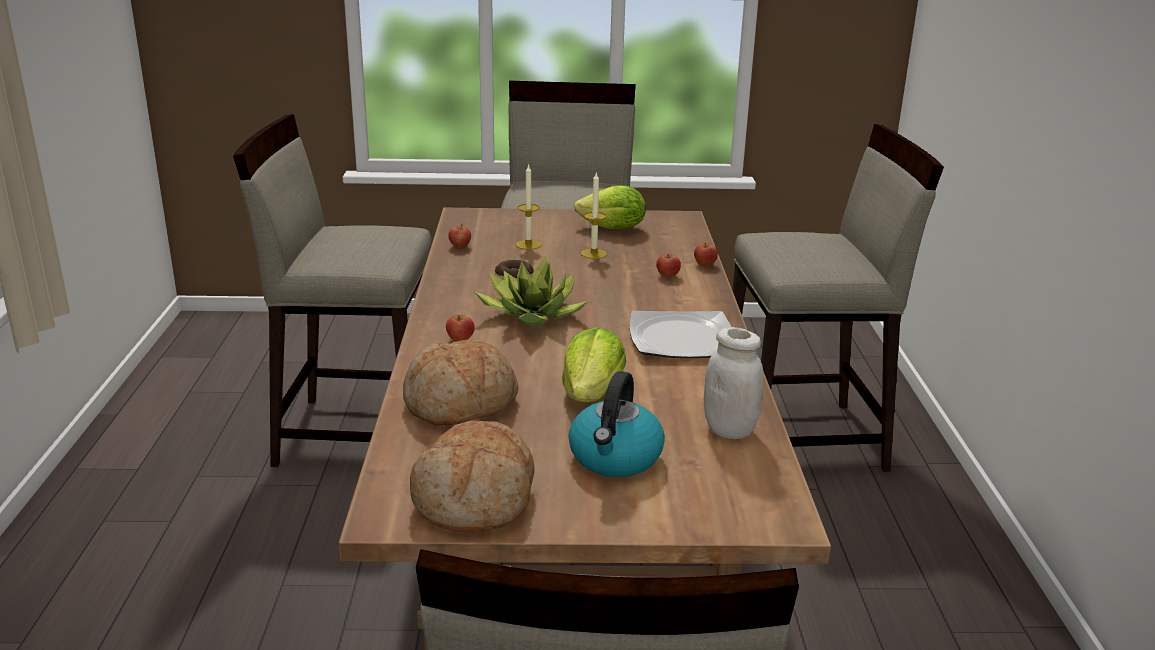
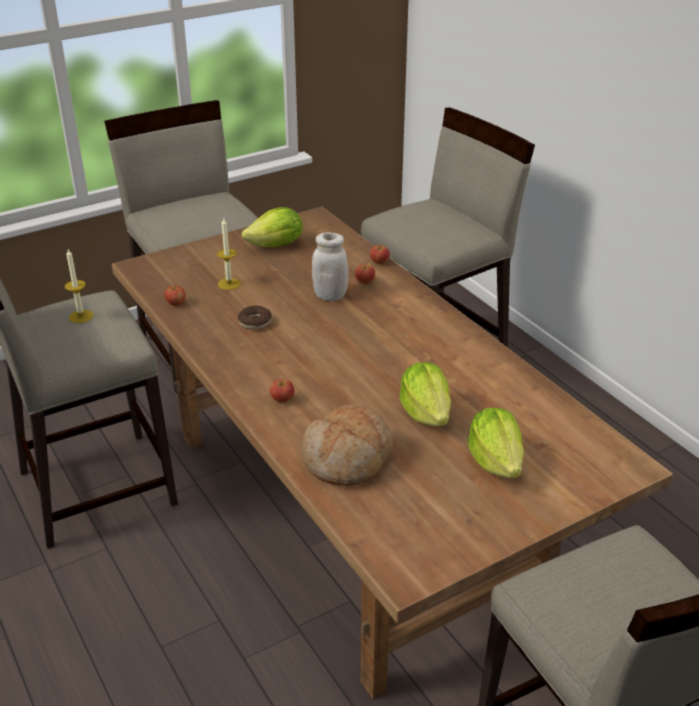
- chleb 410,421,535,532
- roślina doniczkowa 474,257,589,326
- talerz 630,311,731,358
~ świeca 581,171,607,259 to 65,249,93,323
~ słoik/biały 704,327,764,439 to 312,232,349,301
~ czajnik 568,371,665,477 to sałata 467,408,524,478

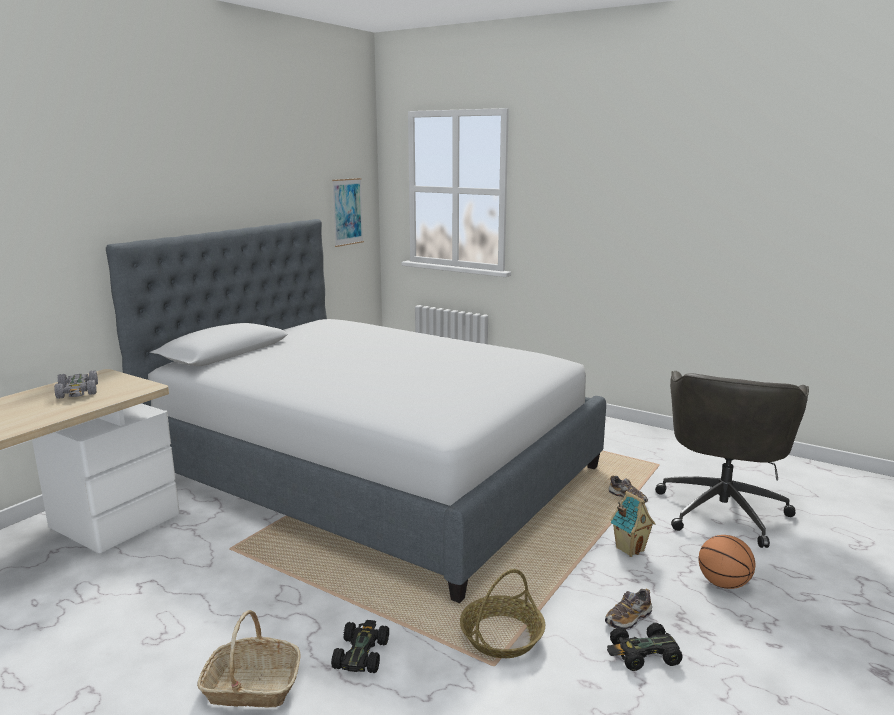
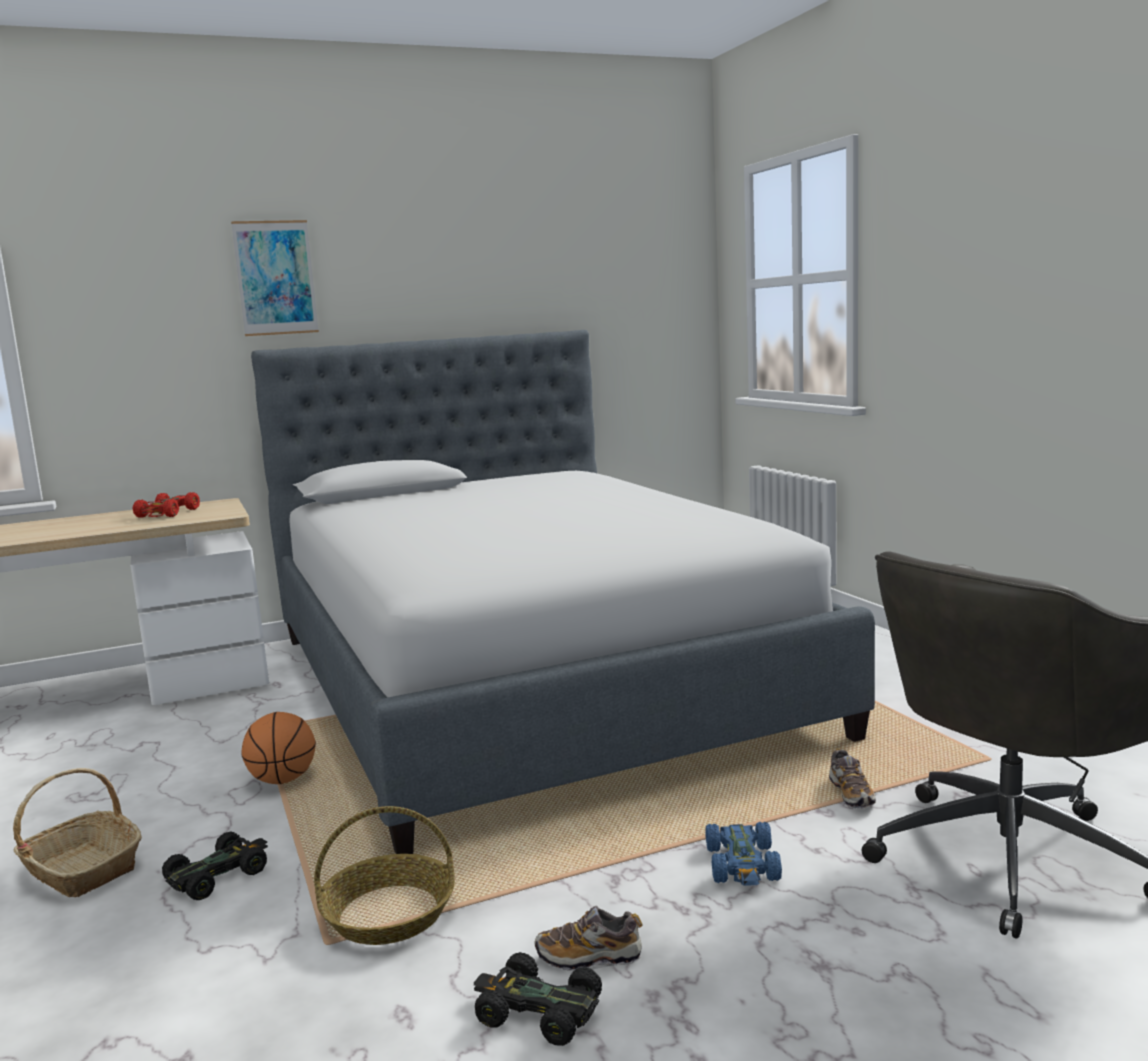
~ obraz 332,178,364,247 to 231,220,319,336
~ piłka do koszykówki 699,535,755,589 to 241,712,316,784
~ domek 610,491,656,557 to samochodzik/niebieski 706,822,782,886
~ samochodzik/szary 54,370,98,399 to samochodzik/czerwony 132,492,200,518

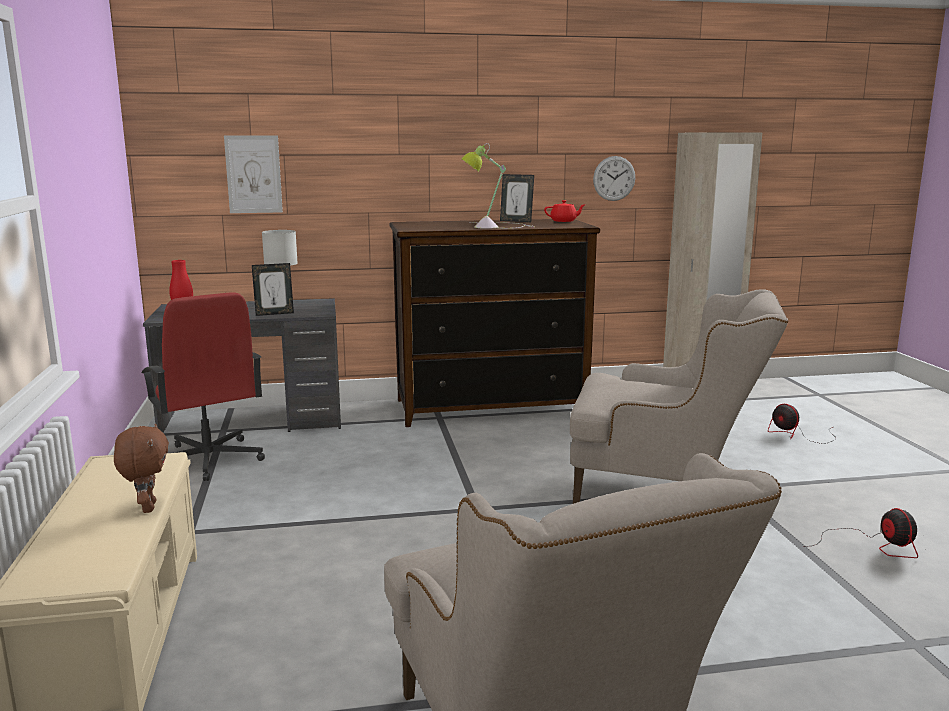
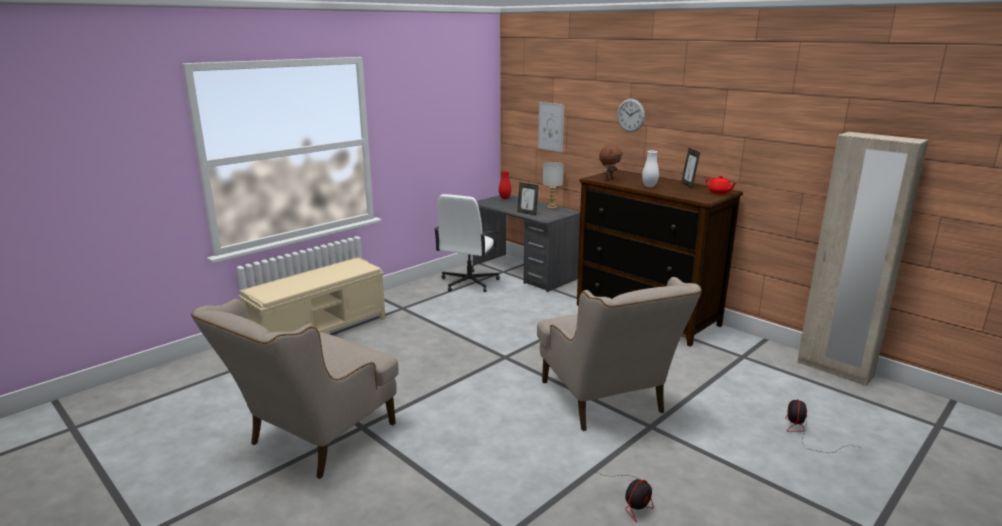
~ pluszak/brązowy 114,424,169,513 to 599,145,622,180
~ zegar ścienny 593,156,635,201 to 617,99,645,132
~ lampa stołowa 462,143,534,229 to wazon/biały 642,151,659,187
~ krzesło biurowe/czerwony 142,292,265,481 to krzesło biurowe/biały 434,194,500,292

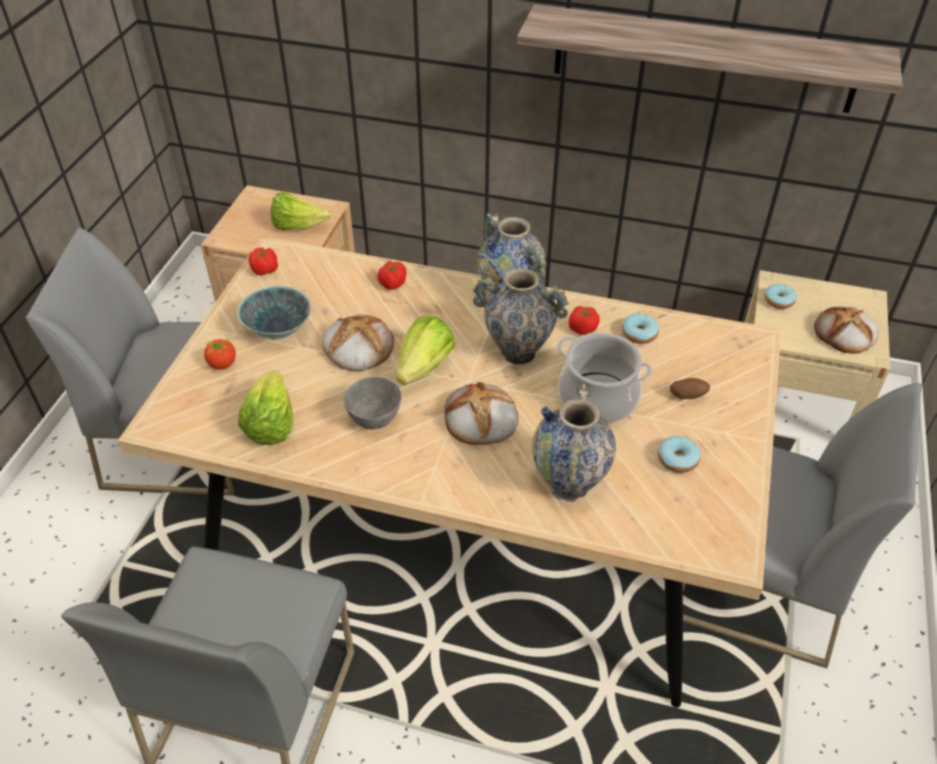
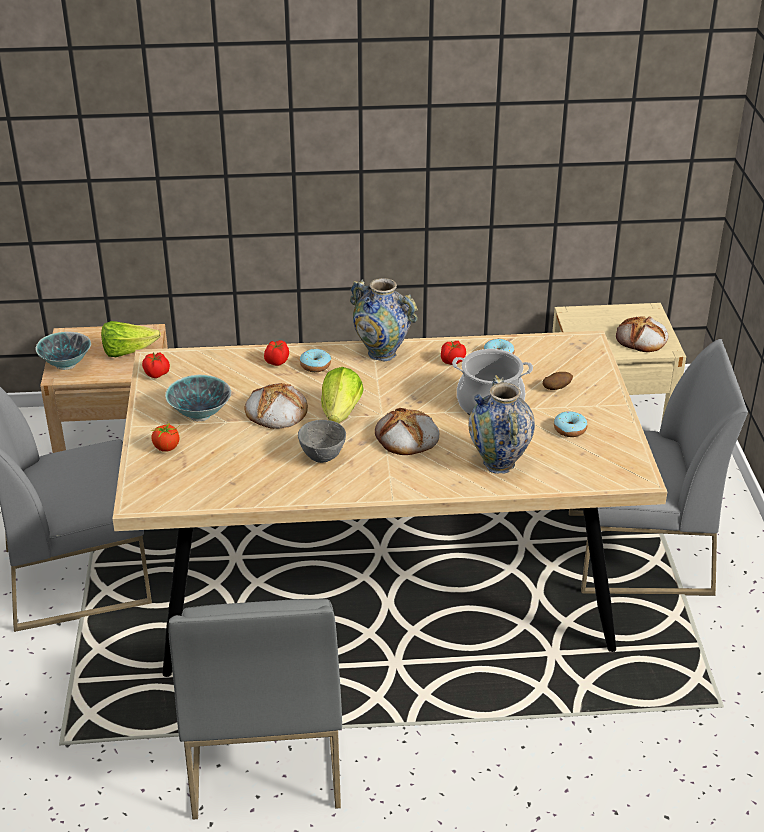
- sałata 238,370,293,445
- wazon 473,266,569,364
- półka 517,4,902,113
+ miska 36,332,91,370
~ donut 764,284,797,309 to 300,349,331,372

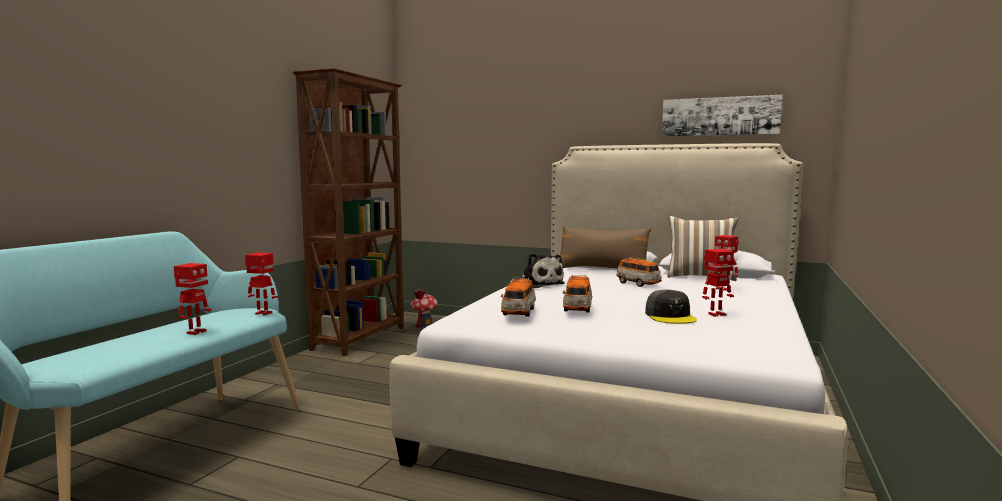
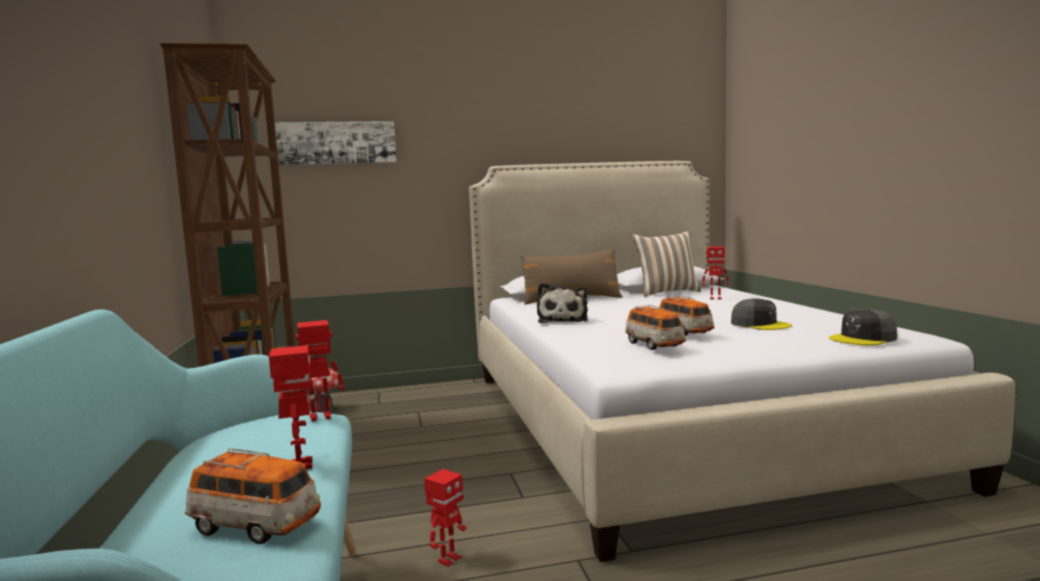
+ czapka z daszkiem/szary 829,309,897,345
~ samochodzik 616,257,662,287 to 185,448,321,544
~ obraz 662,95,782,137 to 266,121,397,165
~ robot zabawkowy 702,249,734,317 to 424,469,467,567
~ pluszak 521,253,565,288 = 537,283,588,323 75 degrees clockwise

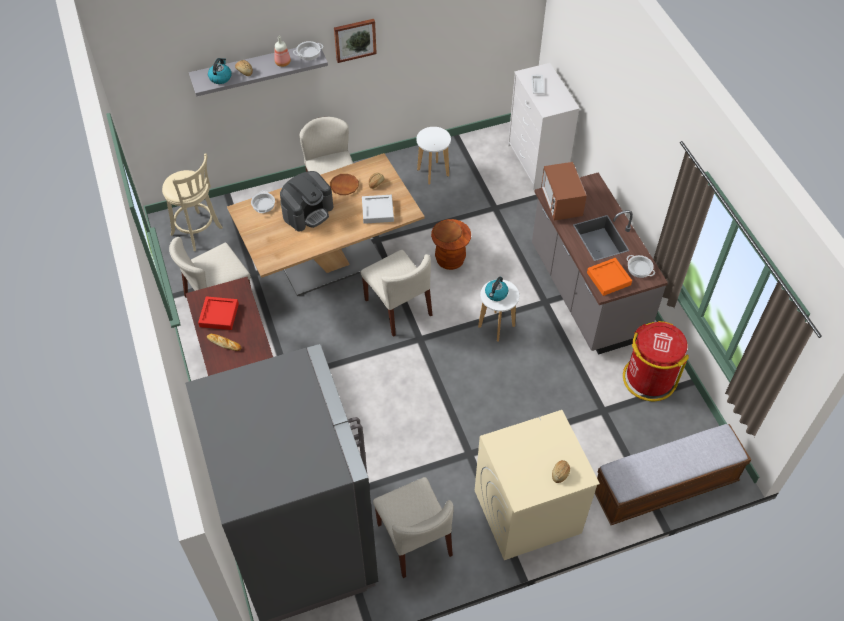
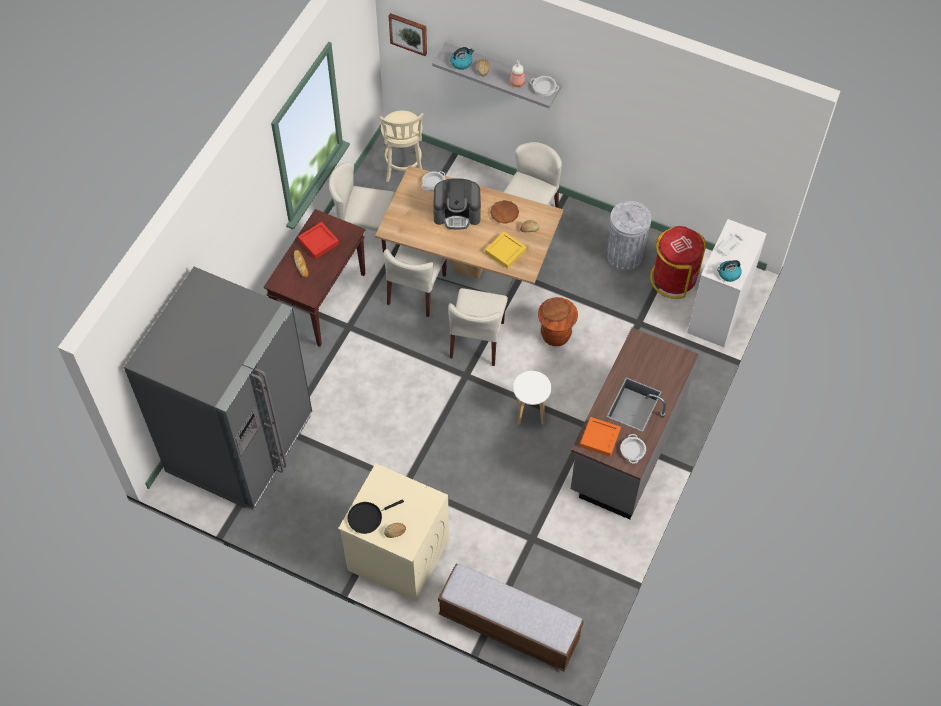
- mikrofalówka 541,162,587,221
+ patelnia/czarny 347,499,404,534
~ obraz 334,19,377,63 to 389,13,427,56
~ krzesło/beżowy 373,477,453,578 to 384,245,447,317
~ czajnik 485,277,508,301 to 717,260,742,282
~ kosz na śmieci/czerwony 623,321,689,401 to 650,226,706,299
~ stołek/biały 416,127,451,184 to kosz na śmieci/szary 607,201,652,271
~ taca/szary 362,195,394,224 to taca/żółty 485,232,526,269

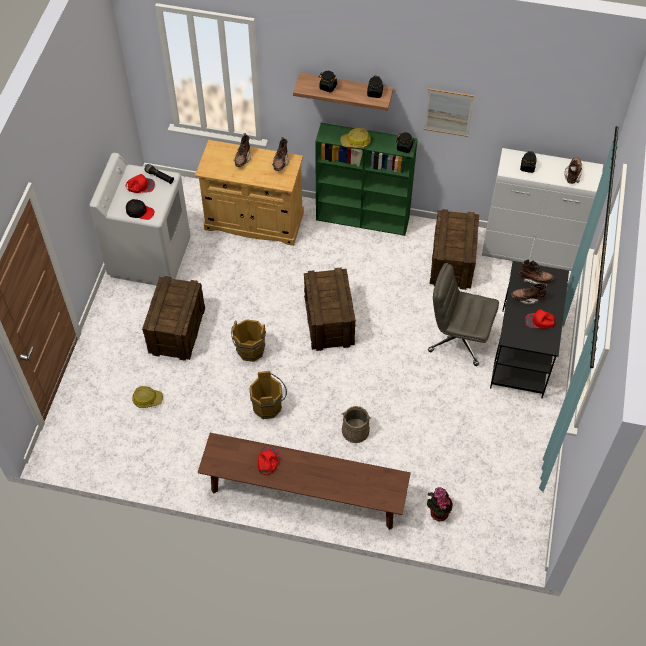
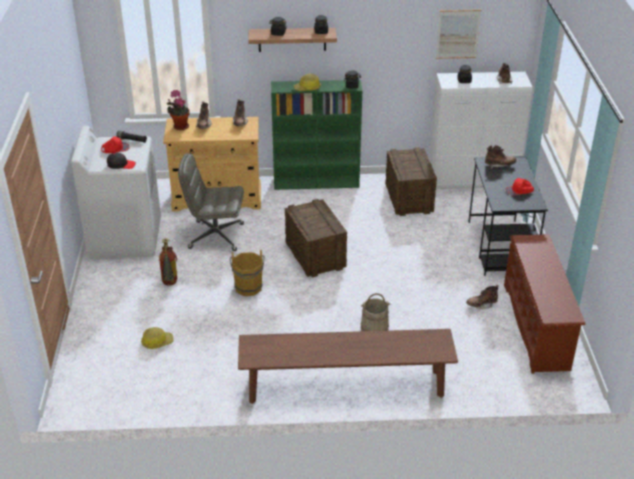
- wiadro/brązowy 249,371,287,419
- czapka z daszkiem/czerwony 258,447,279,475
+ regał na buty/brązowy 504,234,585,374
~ obraz 424,88,474,137 to 436,10,481,59
~ roślina doniczkowa 427,487,453,521 to 167,90,190,130
~ krzesło biurowe/szary 428,263,499,366 to 178,153,244,251
~ but z cholewką/brązowy 511,283,548,304 to 466,285,499,309
~ skrzynka 142,276,205,361 to gaśnica 159,238,177,286

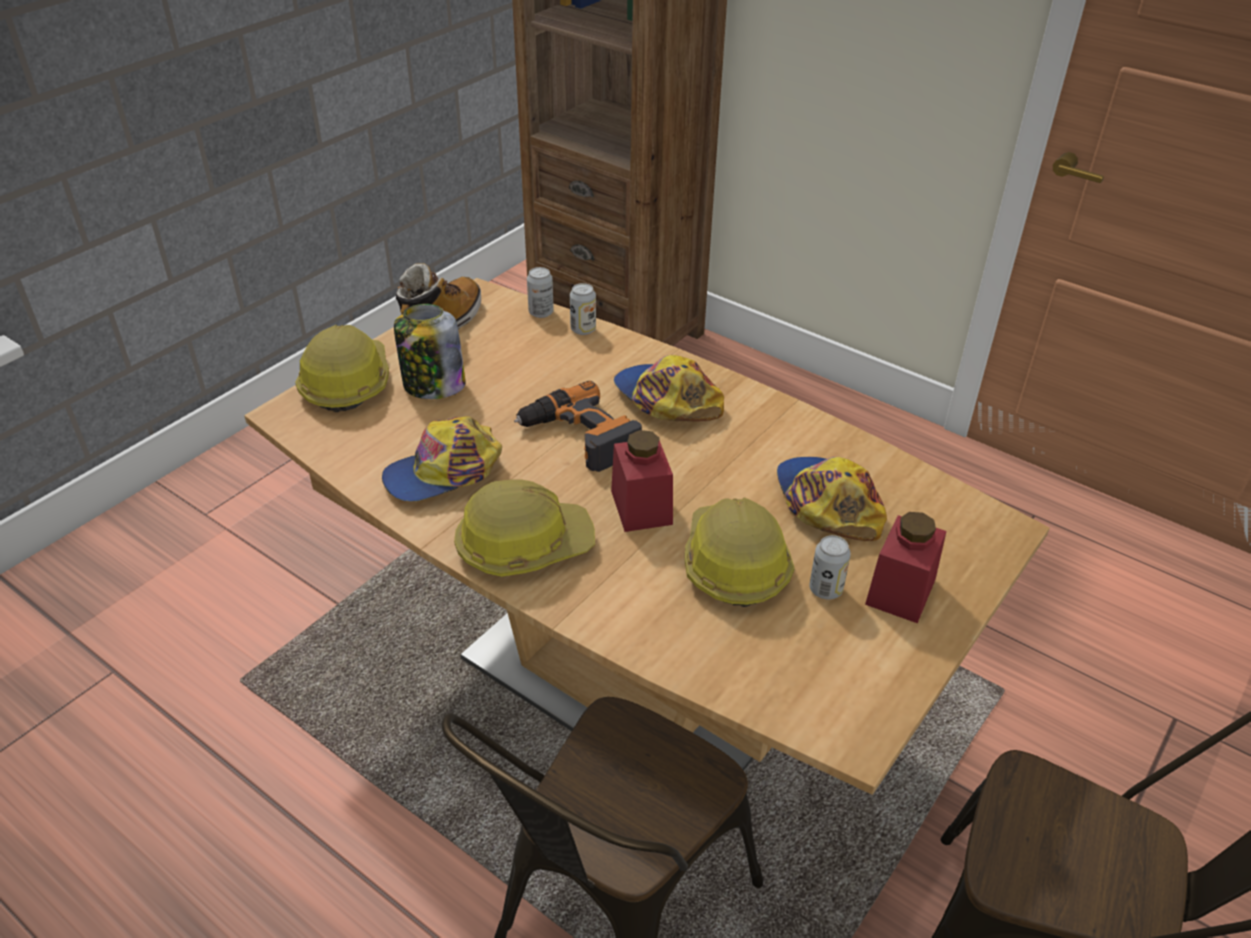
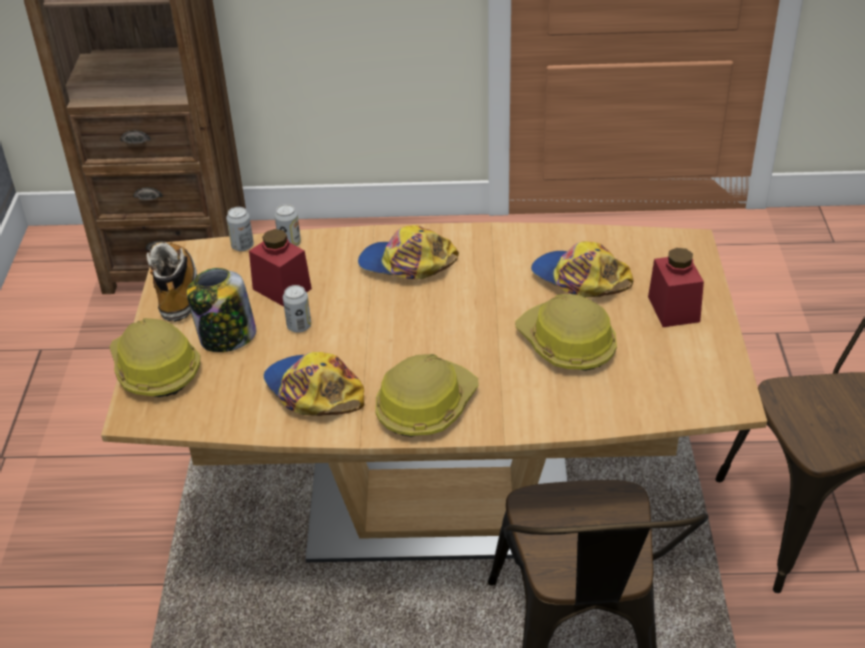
- wiertarka 514,381,642,472
~ słoik/czerwony 611,430,673,532 to 249,229,312,307
~ puszka 809,535,851,599 to 283,285,311,333
~ czapka z daszkiem 382,416,502,501 = 264,352,364,416 120 degrees clockwise

